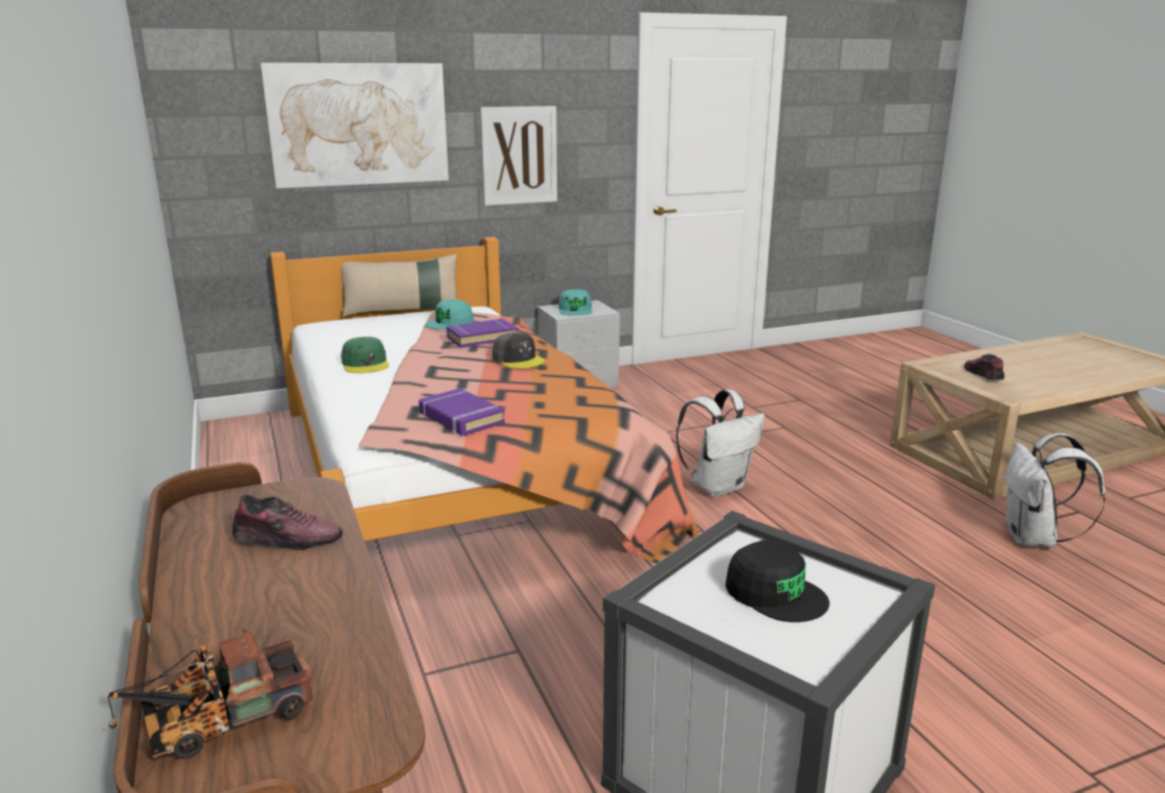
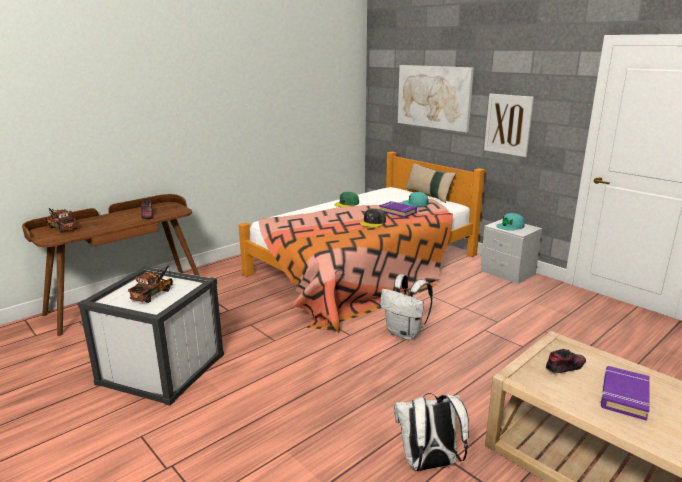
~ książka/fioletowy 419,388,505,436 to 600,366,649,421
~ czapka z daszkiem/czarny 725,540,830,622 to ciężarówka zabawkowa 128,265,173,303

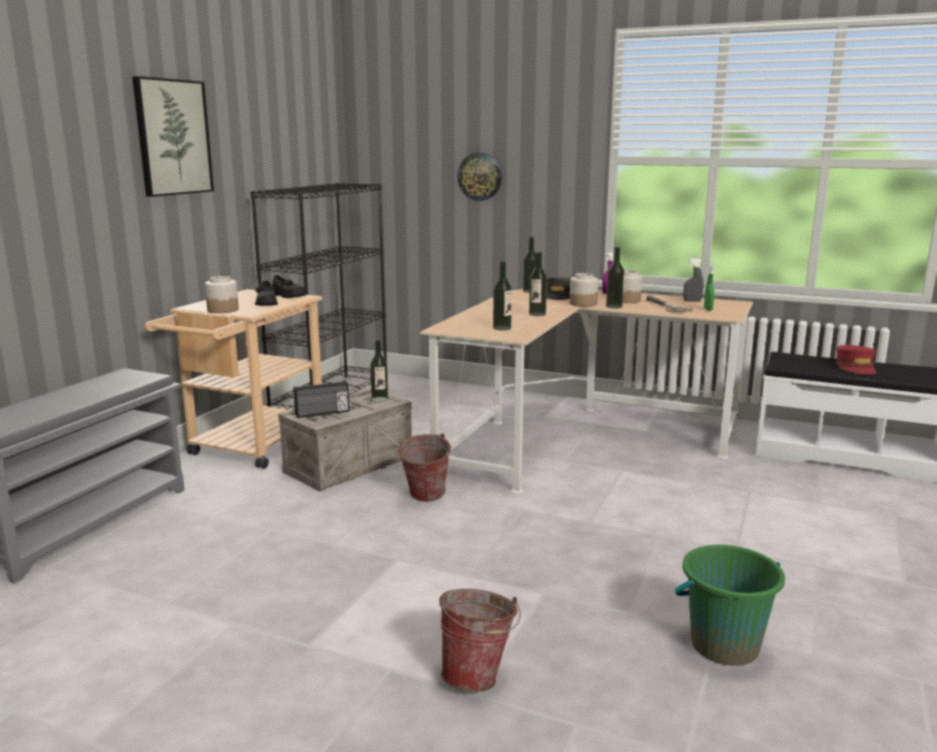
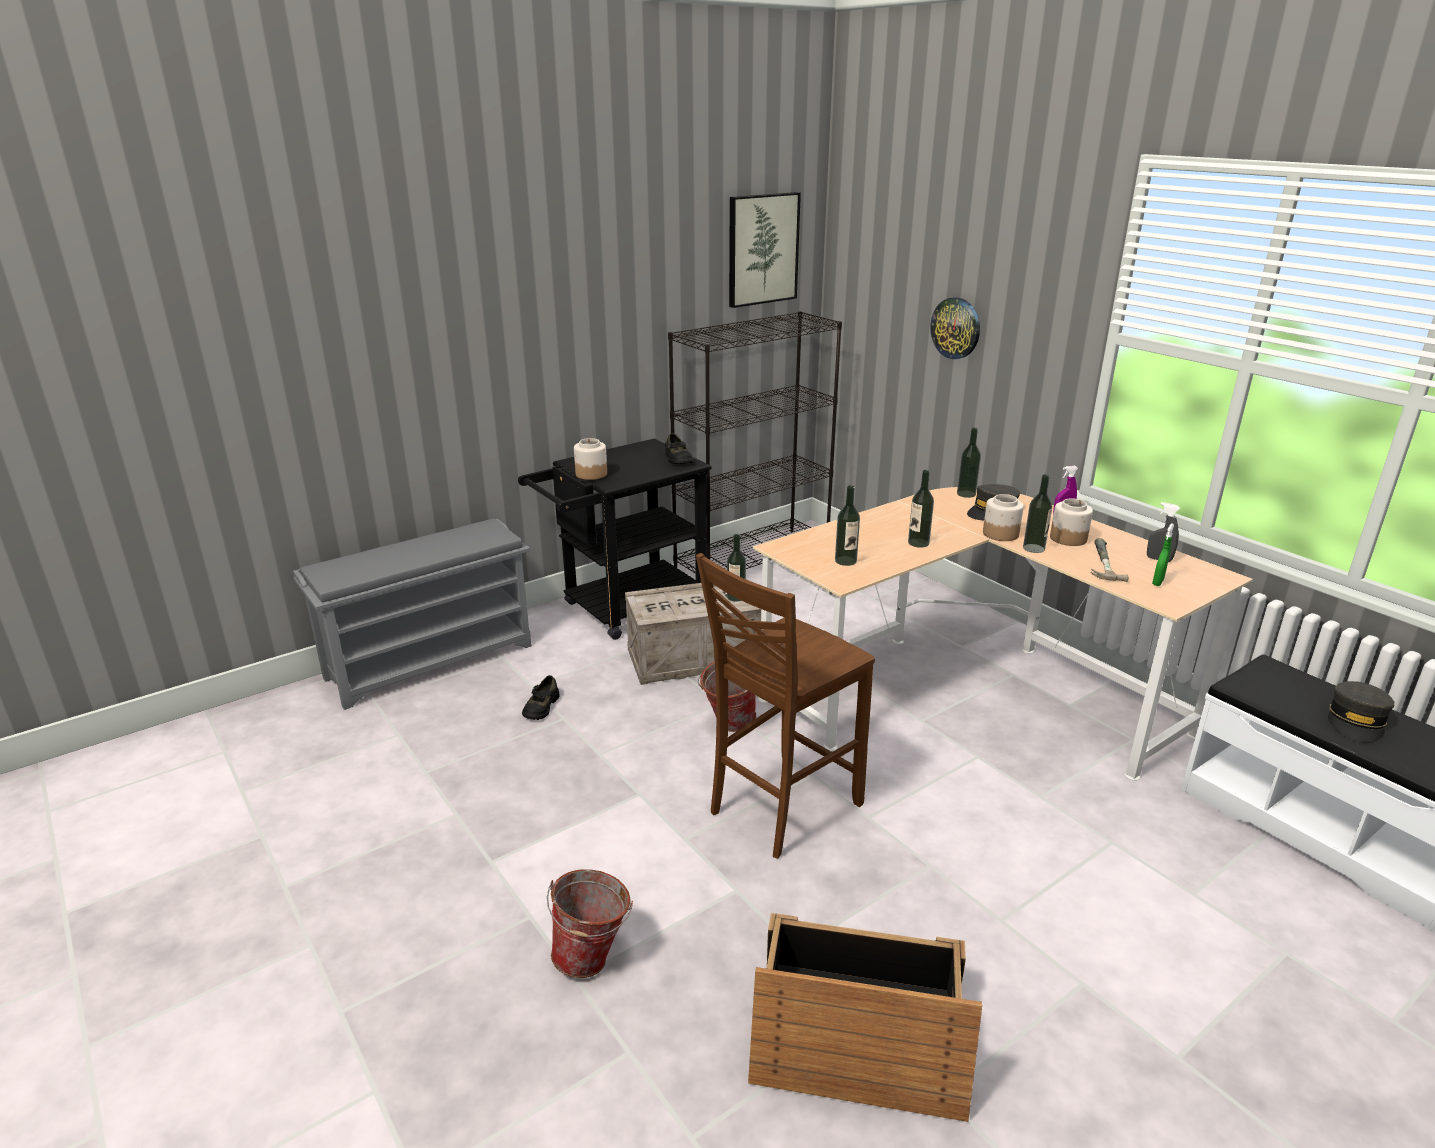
- radio 293,381,350,418
+ krzesło/brązowy 696,553,875,859
~ obraz 132,76,214,197 to 729,192,801,308
~ but/czarny 255,280,278,306 to 522,675,560,720
~ wiadro/zielony 675,545,785,666 to skrzynka 748,913,982,1122
~ wózek/beżowy 145,289,323,469 to wózek/czarny 518,439,712,640
~ czapka z daszkiem/czerwony 836,345,876,375 to czapka z daszkiem/szary 1328,681,1395,743

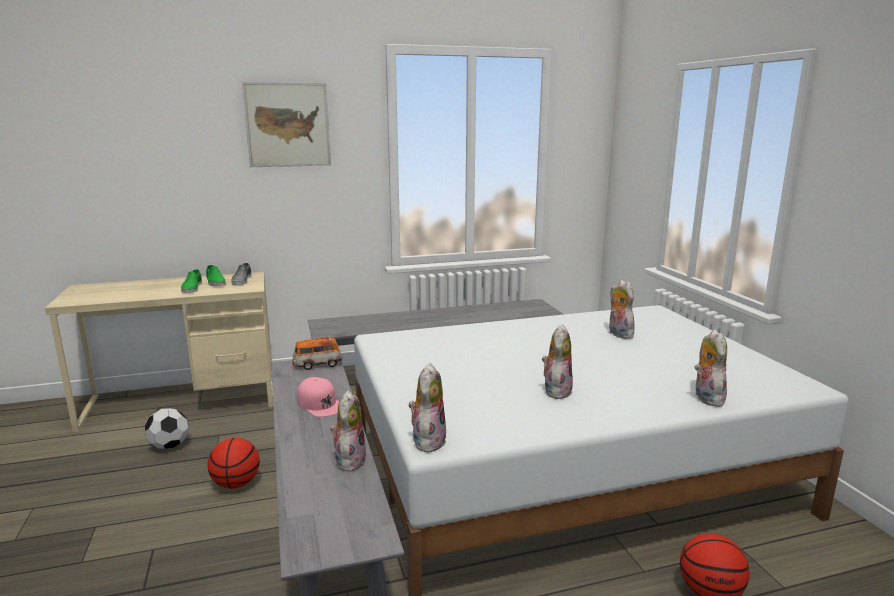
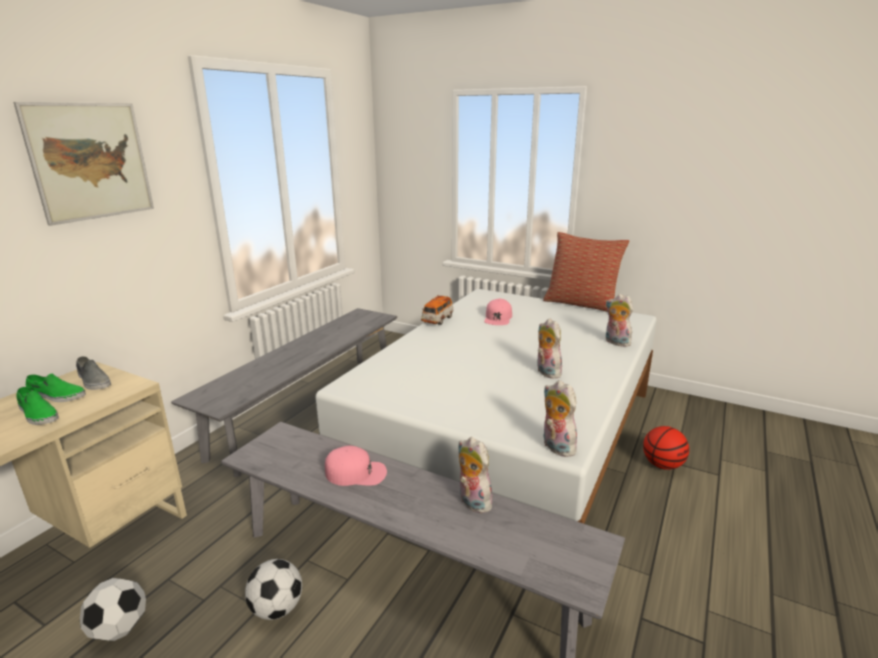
+ poduszka 543,232,629,312
~ samochodzik 292,336,343,370 to 421,295,453,325
~ piłka do koszykówki 207,438,260,489 to piłka futbolowa 245,559,302,620
~ pluszak 609,280,635,339 to czapka z daszkiem/różowy 484,299,512,325

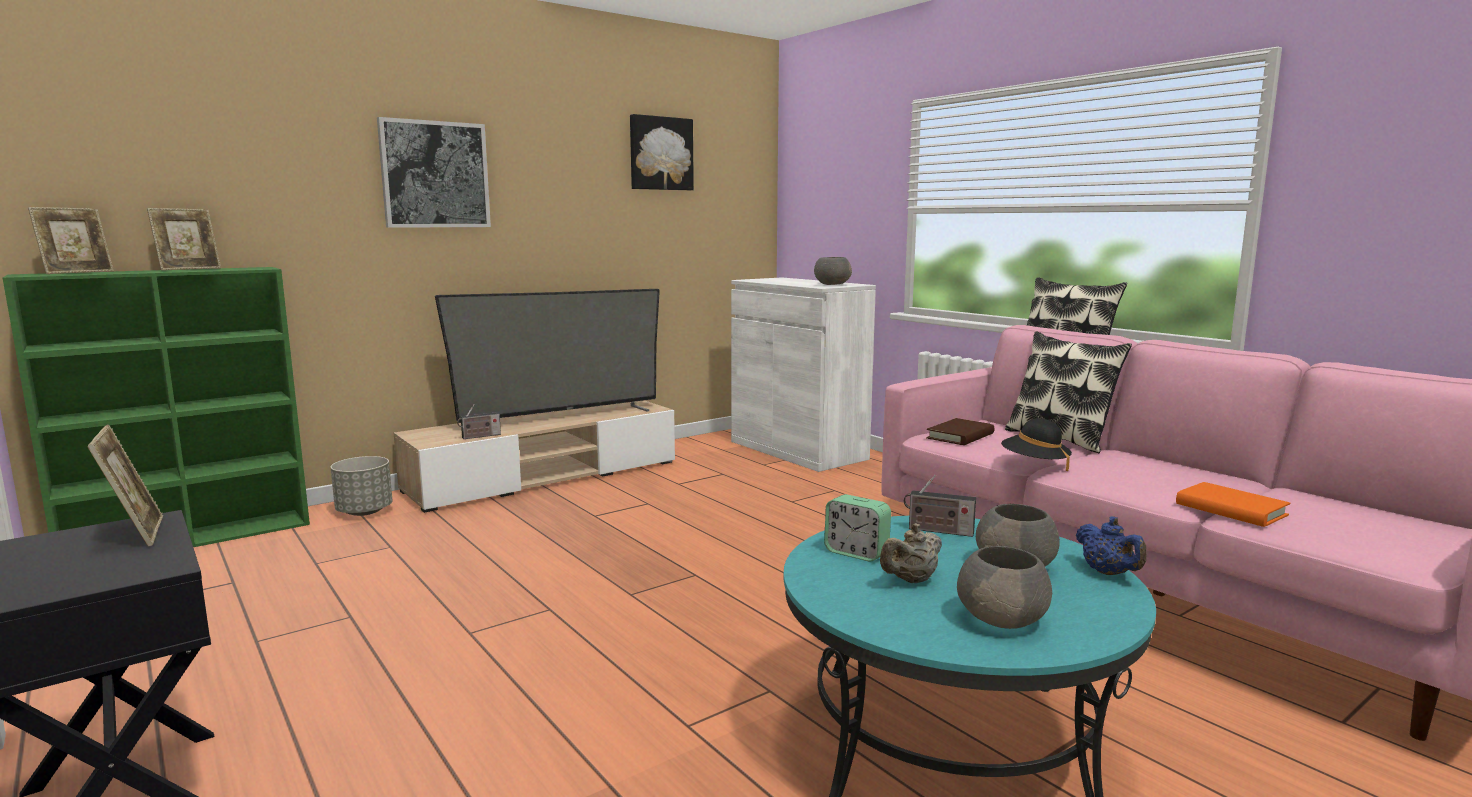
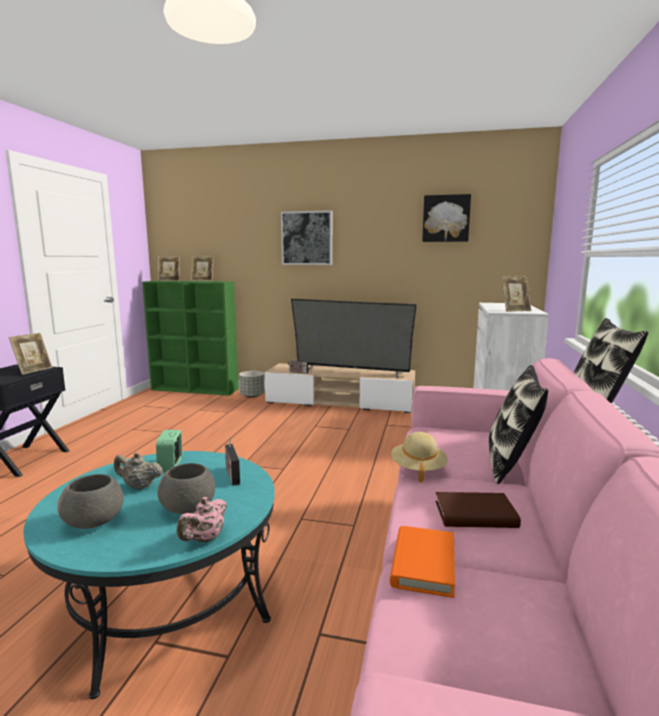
~ książka/brązowy 926,418,994,445 to 435,492,521,528
~ miska/szary 814,257,852,285 to ramka na zdjęcie 502,276,531,312
~ kapelusz/czarny 1001,418,1072,471 to kapelusz/beżowy 391,432,448,483
~ imbryk/niebieski 1076,516,1147,575 to imbryk/różowy 177,497,227,542

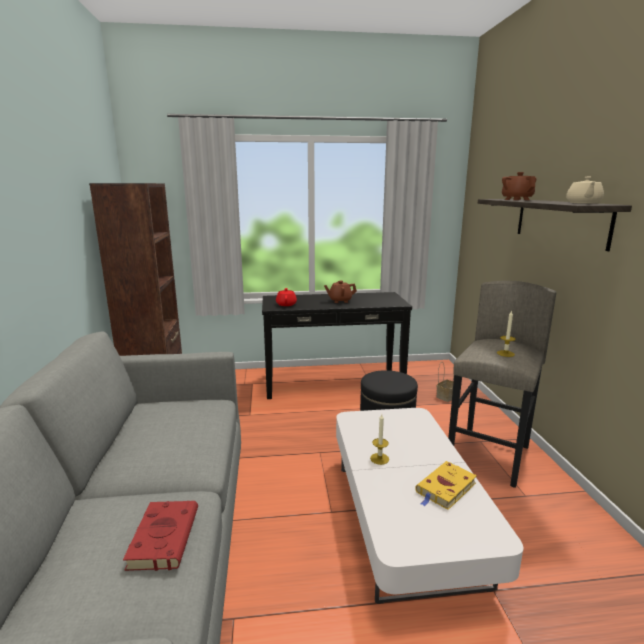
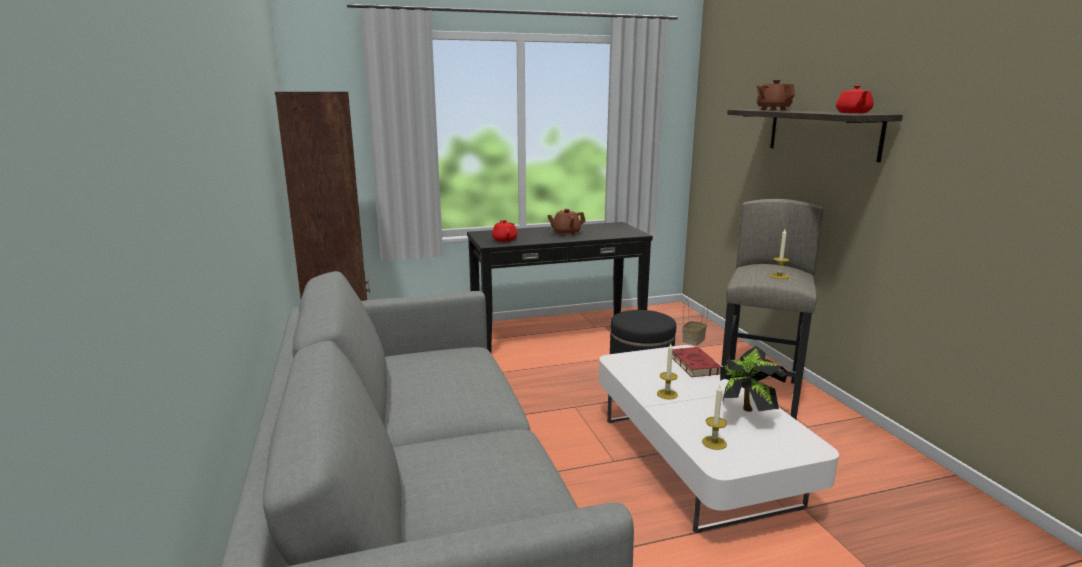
+ świeca 702,385,727,450
~ książka/czerwony 123,501,198,571 to 672,347,722,377
~ książka/żółty 415,461,477,510 to roślina doniczkowa 720,346,788,412
~ imbryk/beżowy 566,177,604,204 to imbryk/czerwony 836,85,874,113

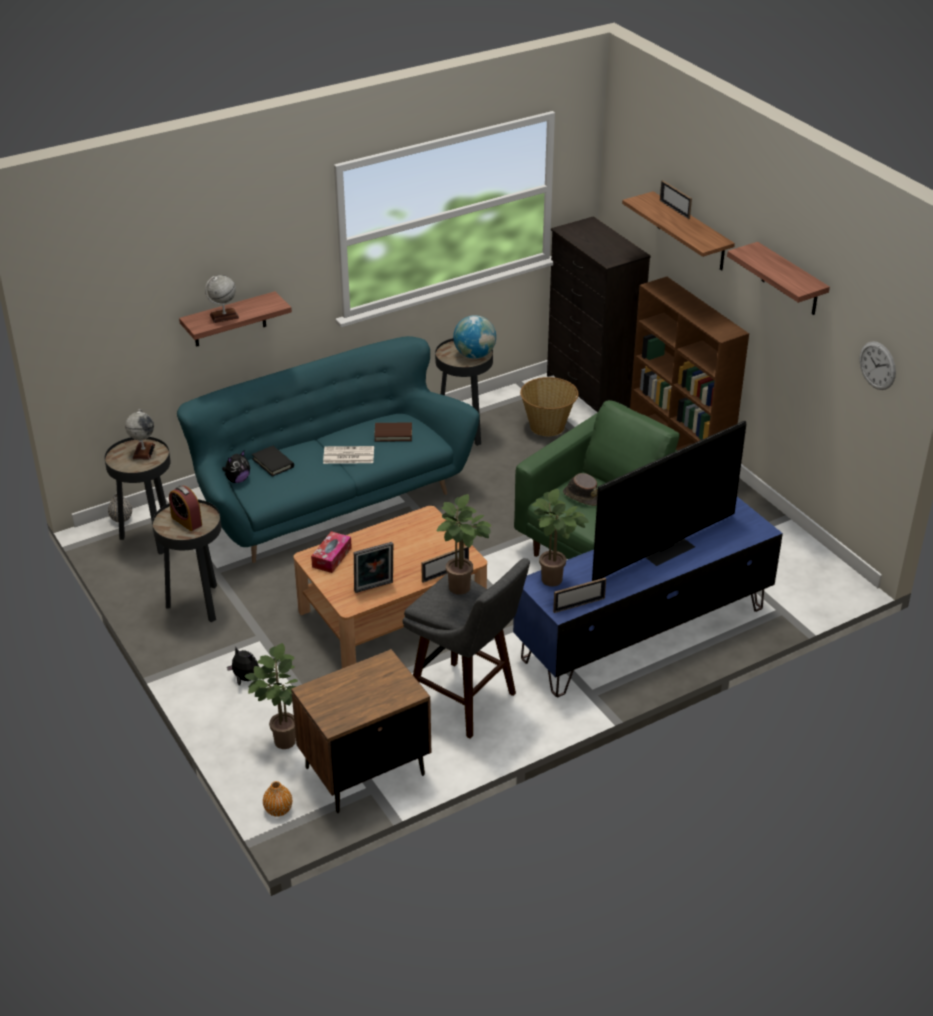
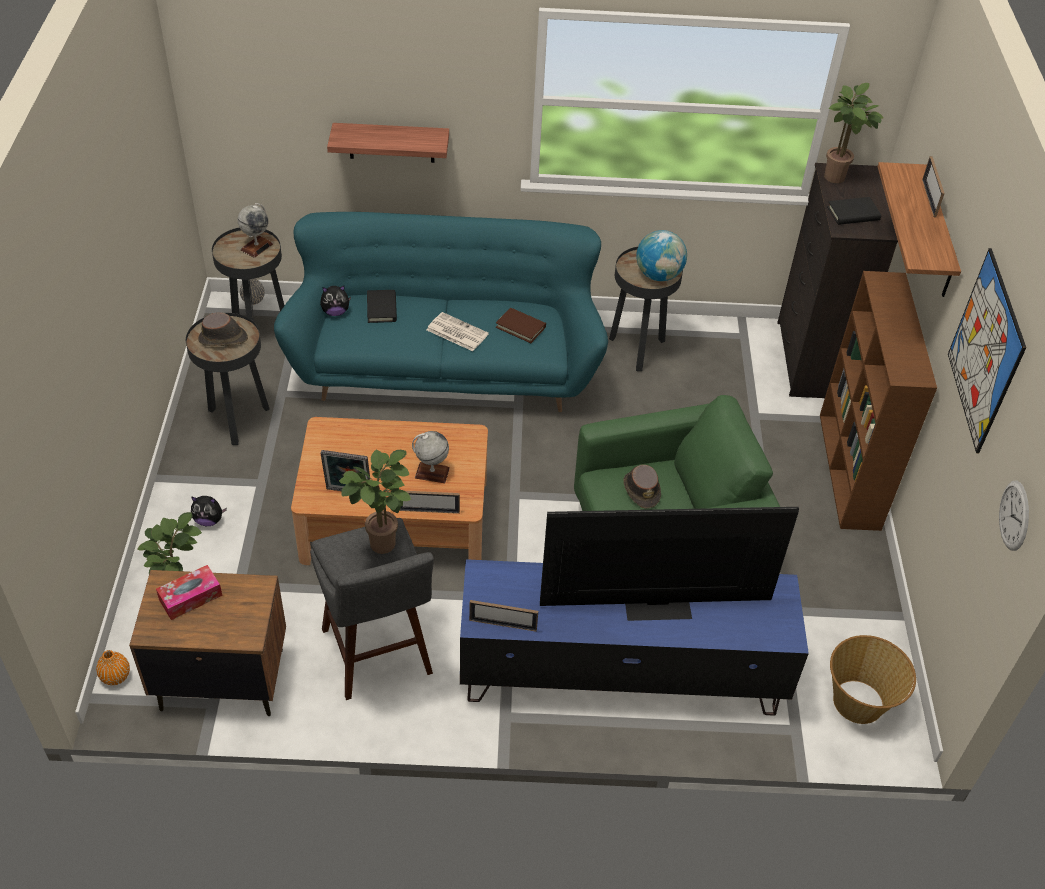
+ książka/czarny 827,197,881,225
~ globus 205,275,239,323 to 412,431,450,483
~ pudełko chusteczek 311,531,352,573 to 156,565,223,620
~ koszyk 520,377,579,436 to 830,635,916,724
~ roślina doniczkowa 532,489,589,587 to 824,83,884,183
~ budzik 169,486,202,531 to kapelusz/brązowy 198,312,248,346
~ półka 727,242,830,315 to obraz 948,248,1026,453
~ pluszak 227,647,259,686 = 191,496,227,526 120 degrees clockwise

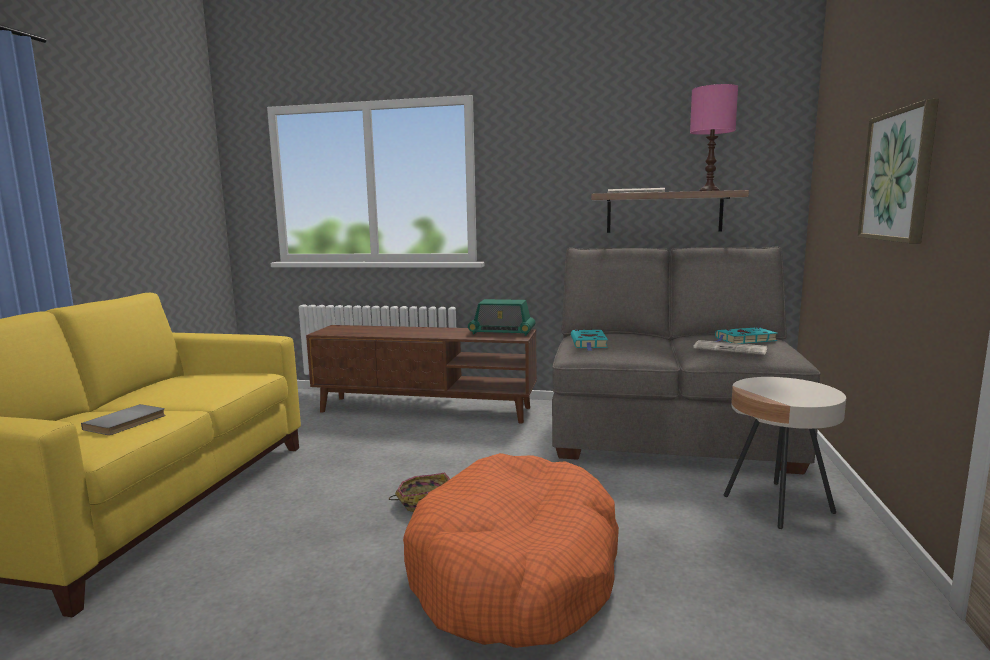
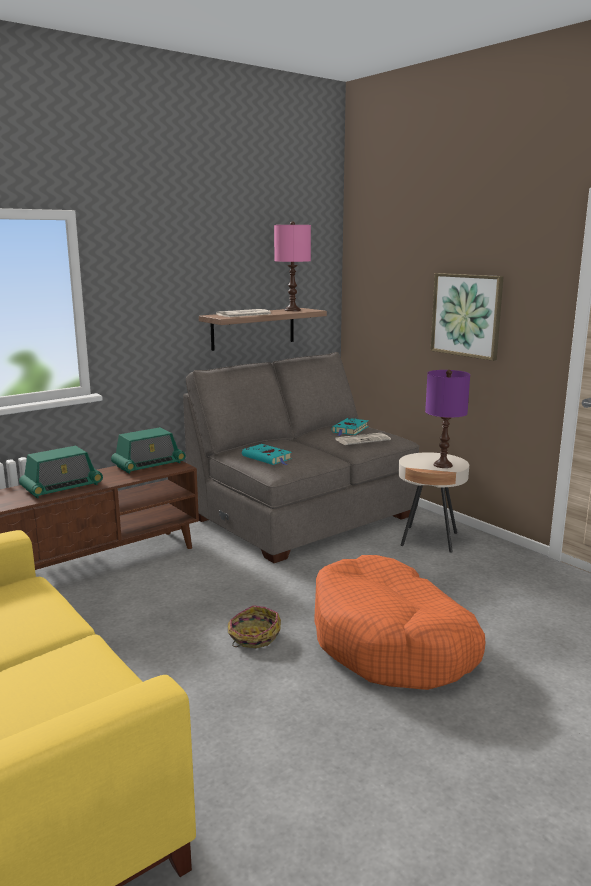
- książka/szary 81,404,165,435
+ radio 19,446,103,498
+ lampa stołowa/fioletowy 425,370,470,468

